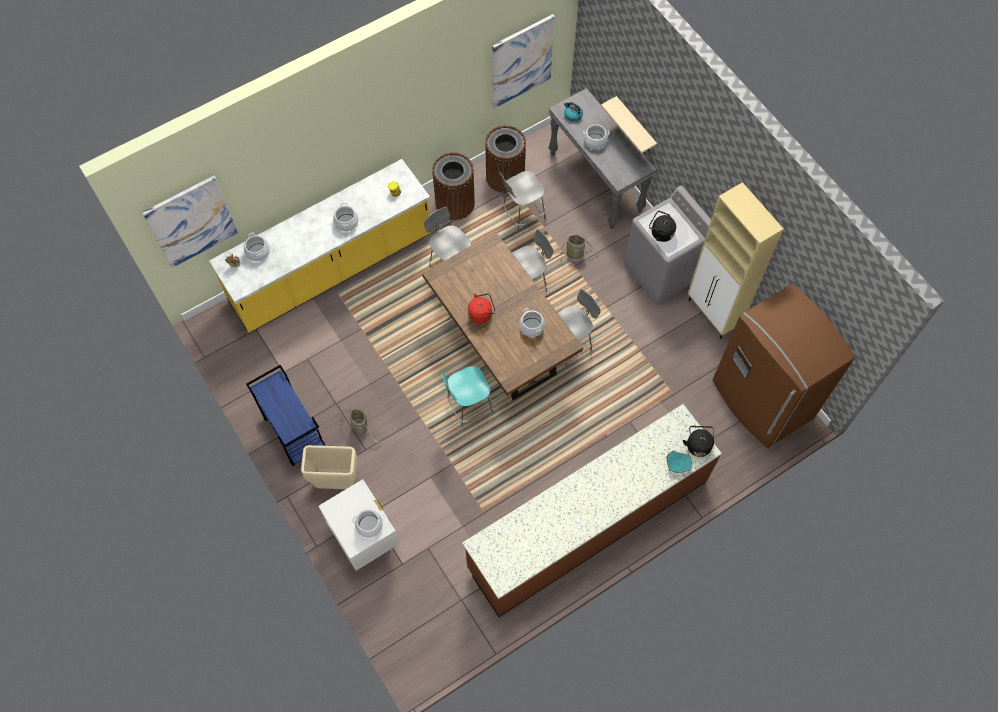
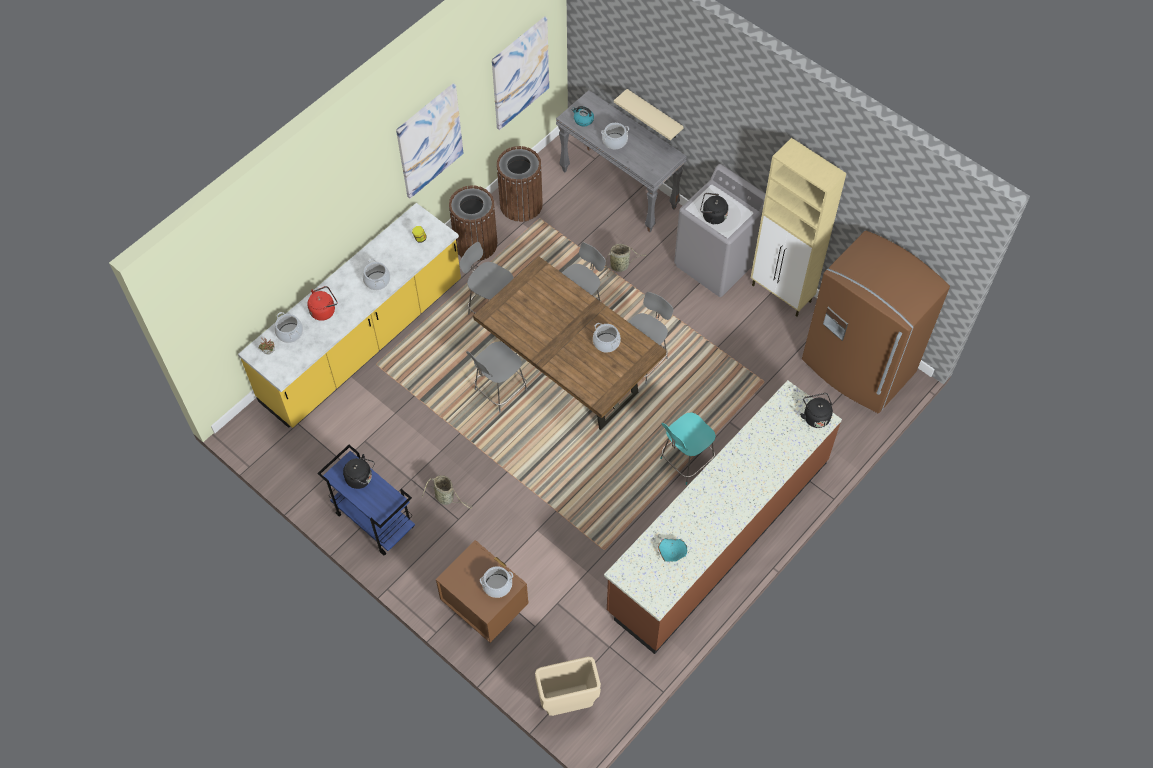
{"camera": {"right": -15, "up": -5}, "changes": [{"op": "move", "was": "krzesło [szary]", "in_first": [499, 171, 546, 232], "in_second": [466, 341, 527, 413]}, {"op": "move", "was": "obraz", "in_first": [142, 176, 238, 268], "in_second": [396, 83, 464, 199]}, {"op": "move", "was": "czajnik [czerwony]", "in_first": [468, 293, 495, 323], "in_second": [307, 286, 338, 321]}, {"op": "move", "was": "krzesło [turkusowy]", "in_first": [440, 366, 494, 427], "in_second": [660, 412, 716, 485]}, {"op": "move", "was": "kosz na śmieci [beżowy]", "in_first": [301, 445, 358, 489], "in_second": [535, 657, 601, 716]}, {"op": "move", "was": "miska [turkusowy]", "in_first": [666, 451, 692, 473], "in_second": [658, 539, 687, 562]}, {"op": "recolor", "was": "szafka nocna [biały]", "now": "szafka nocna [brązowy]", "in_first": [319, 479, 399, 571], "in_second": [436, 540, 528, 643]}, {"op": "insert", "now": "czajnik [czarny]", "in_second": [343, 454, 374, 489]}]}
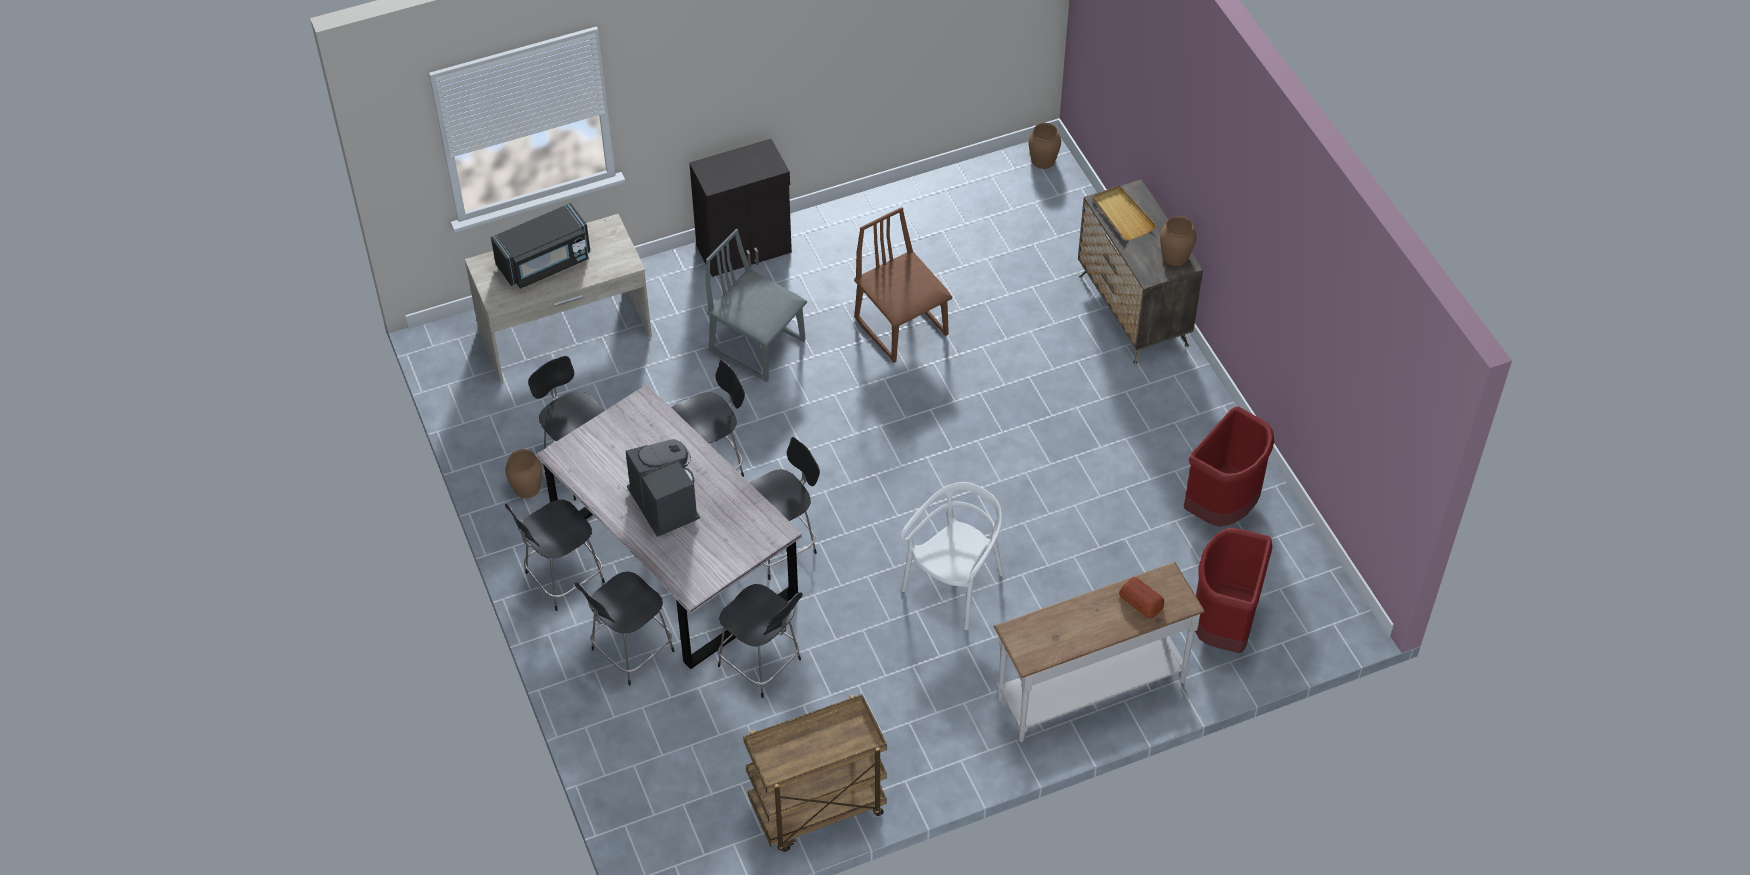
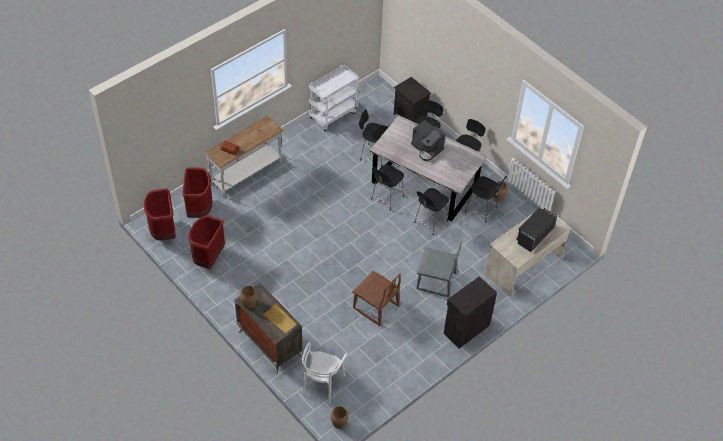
{"camera": {"right": 160, "up": 0}, "changes": [{"op": "move", "was": "krzesło [biały]", "in_first": [900, 482, 1004, 630], "in_second": [302, 342, 347, 404]}, {"op": "recolor", "was": "wózek [brązowy]", "now": "wózek [biały]", "in_first": [743, 694, 887, 852], "in_second": [309, 64, 359, 131]}, {"op": "insert", "now": "szafka nocna [czarny]", "in_second": [394, 77, 431, 122]}, {"op": "insert", "now": "kosz na śmieci [czerwony]", "in_second": [144, 188, 176, 241]}]}
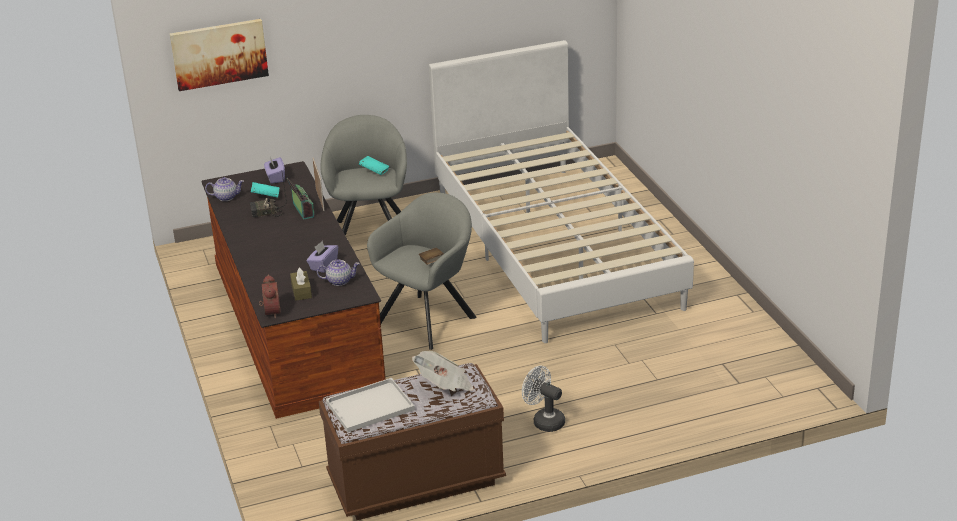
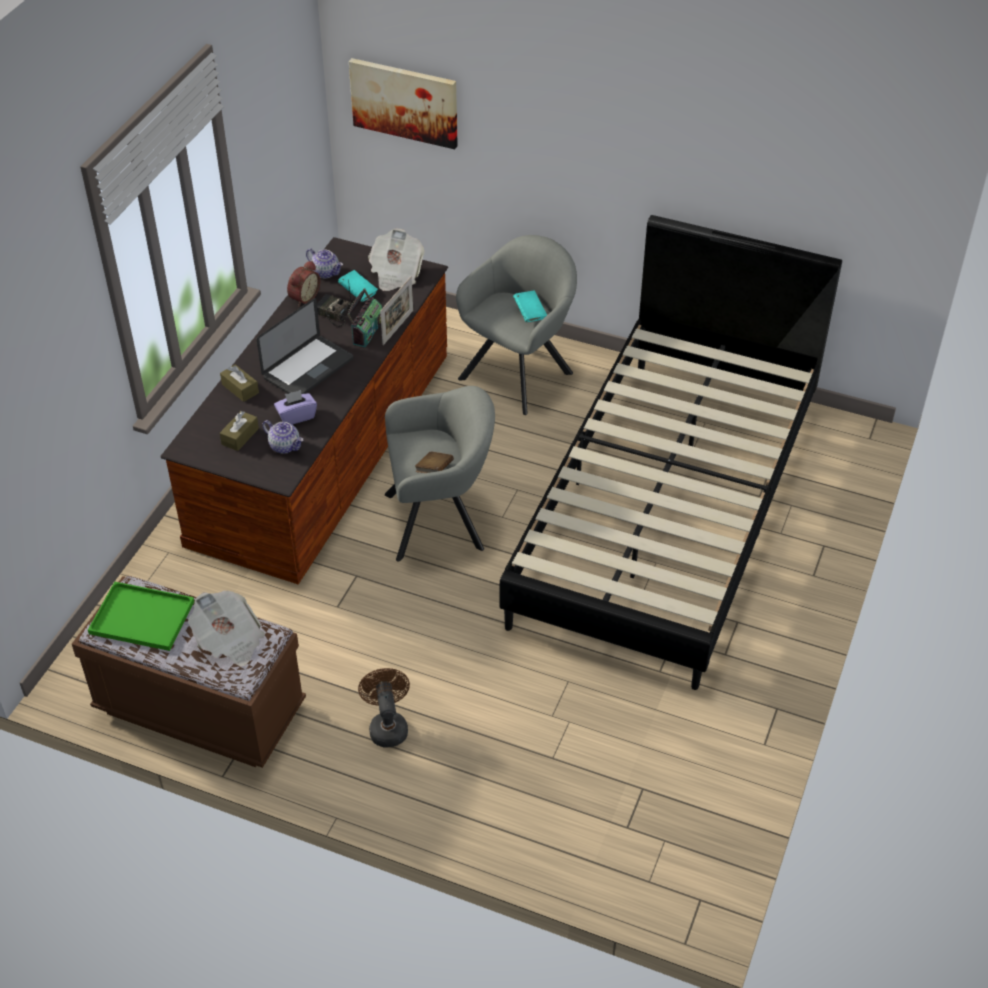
{"camera": {"right": 40, "up": 15}, "changes": [{"op": "recolor", "was": "łóżko [biały]", "now": "łóżko [czarny]", "in_first": [429, 40, 694, 343], "in_second": [500, 215, 842, 690]}, {"op": "replace", "was": "pudełko chusteczek [fioletowy]", "now": "gazeta", "in_first": [264, 157, 285, 184], "in_second": [368, 229, 425, 291]}, {"op": "move", "was": "budzik", "in_first": [259, 275, 281, 318], "in_second": [287, 261, 320, 306]}, {"op": "recolor", "was": "wentylator [biały]", "now": "wentylator [brązowy]", "in_first": [522, 366, 565, 432], "in_second": [358, 668, 410, 747]}, {"op": "recolor", "was": "taca [biały]", "now": "taca [zielony]", "in_first": [326, 378, 415, 432], "in_second": [88, 581, 194, 651]}, {"op": "insert", "now": "laptop", "in_second": [256, 298, 354, 394]}, {"op": "insert", "now": "pudełko chusteczek [brązowy]", "in_second": [220, 364, 259, 402]}]}
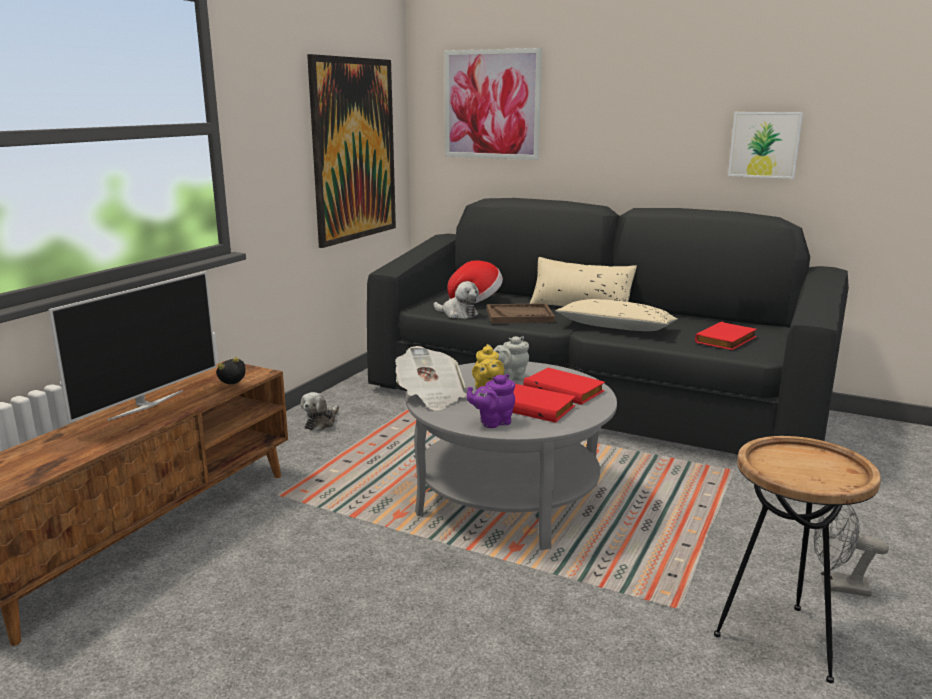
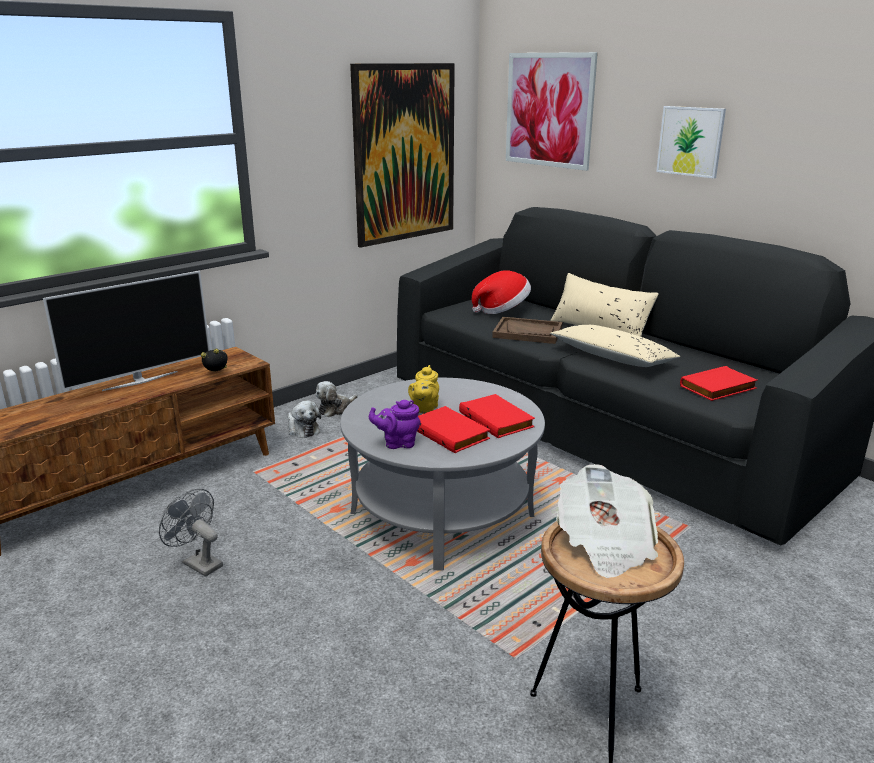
{"camera": {"right": 20, "up": 5}, "changes": [{"op": "move", "was": "obraz", "in_first": [728, 112, 803, 179], "in_second": [656, 106, 726, 178]}, {"op": "move", "was": "pluszak", "in_first": [434, 281, 479, 319], "in_second": [288, 400, 321, 438]}, {"op": "delete", "was": "imbryk [szary]", "in_first": [488, 336, 529, 381]}, {"op": "move", "was": "gazeta", "in_first": [395, 346, 467, 411], "in_second": [556, 464, 658, 578]}, {"op": "move", "was": "wentylator [szary]", "in_first": [814, 505, 889, 597], "in_second": [159, 489, 223, 577]}]}
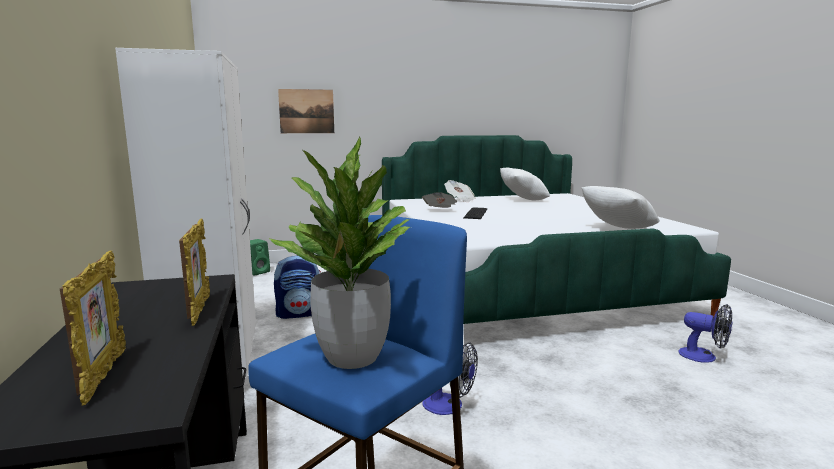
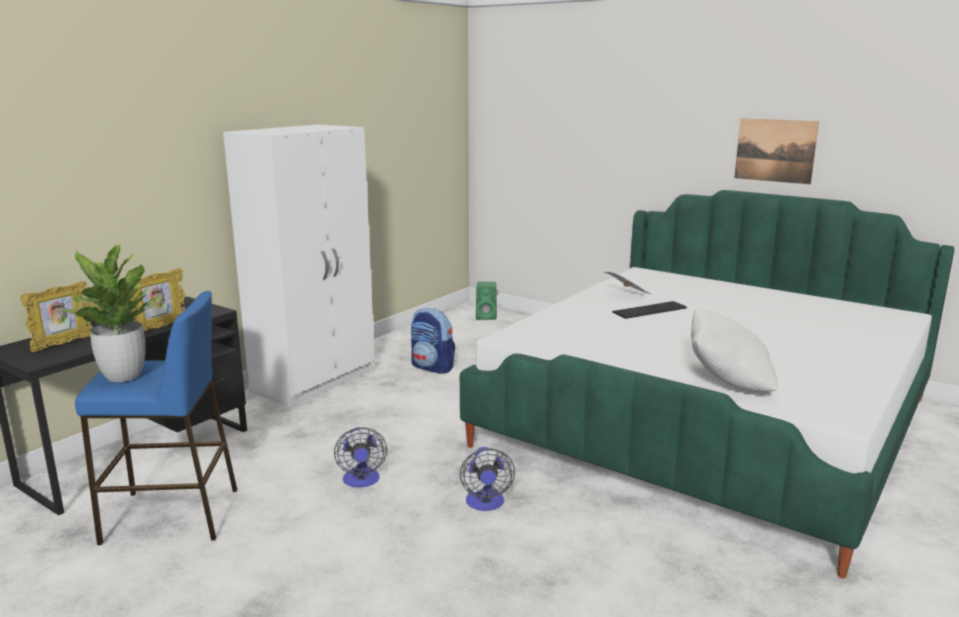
{"camera": {"right": 50, "up": 5}, "changes": [{"op": "move", "was": "obraz", "in_first": [278, 89, 334, 133], "in_second": [734, 118, 819, 184]}, {"op": "delete", "was": "poduszka [biały]", "in_first": [500, 168, 550, 200]}, {"op": "delete", "was": "gazeta", "in_first": [444, 180, 476, 202]}, {"op": "move", "was": "wentylator", "in_first": [678, 304, 732, 363], "in_second": [460, 447, 515, 511]}]}
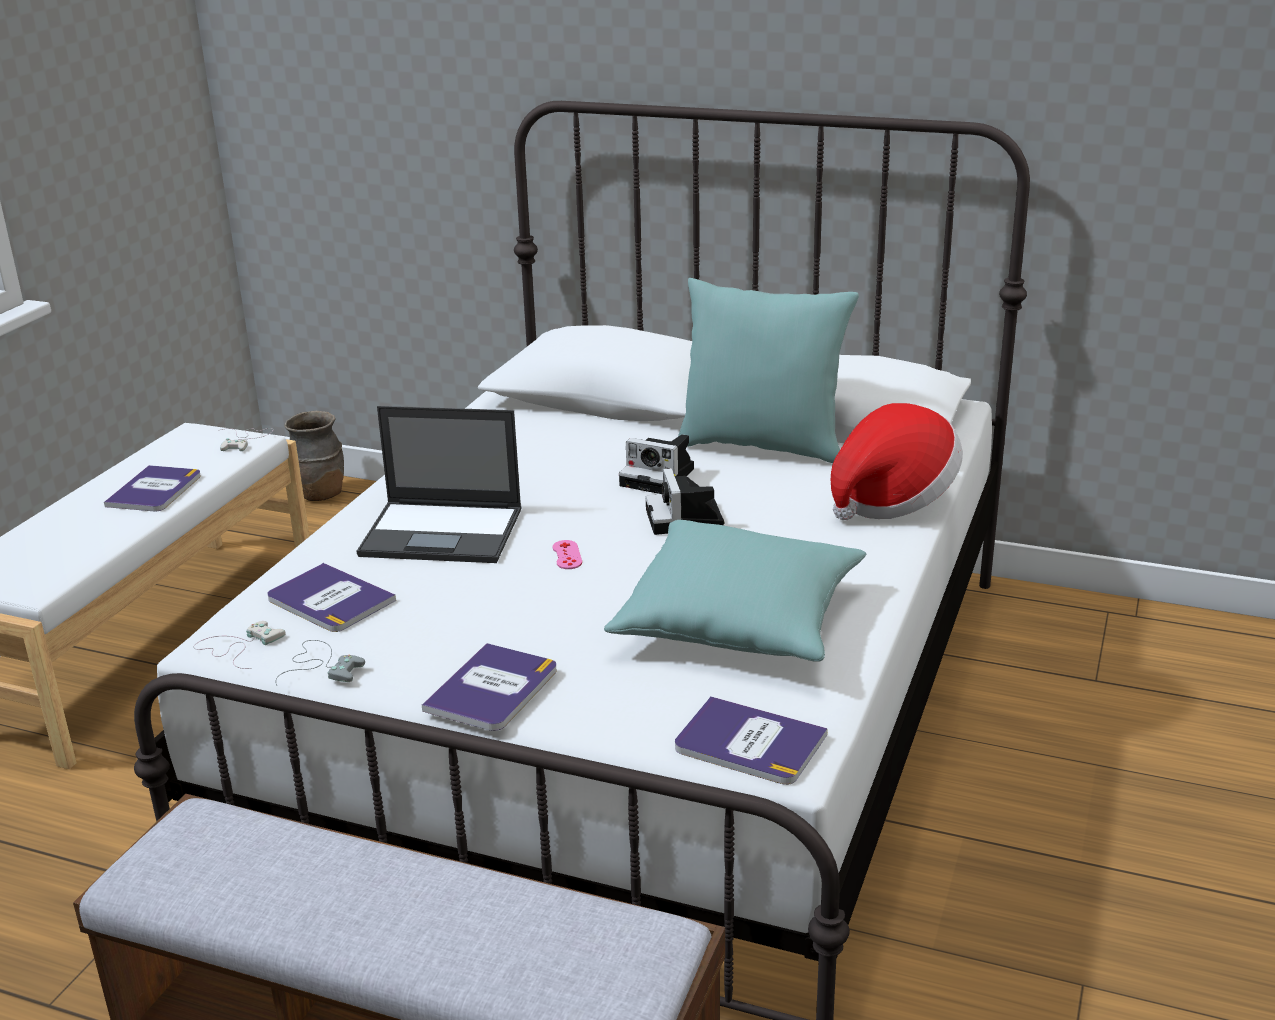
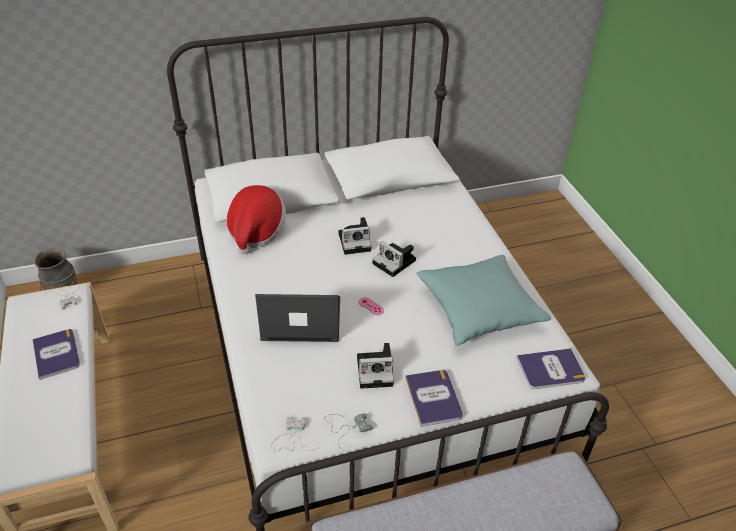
{"camera": {"right": -40, "up": 15}, "changes": [{"op": "delete", "was": "poduszka [turkusowy]", "in_first": [678, 278, 859, 463]}, {"op": "move", "was": "kapelusz", "in_first": [831, 403, 963, 520], "in_second": [226, 185, 286, 254]}, {"op": "rotate", "was": "laptop", "in_first": [356, 406, 522, 563], "in_second": [255, 294, 340, 342], "clockwise": -150}, {"op": "delete", "was": "książka", "in_first": [267, 563, 396, 632]}, {"op": "insert", "now": "aparat fotograficzny", "in_second": [357, 343, 394, 389]}]}
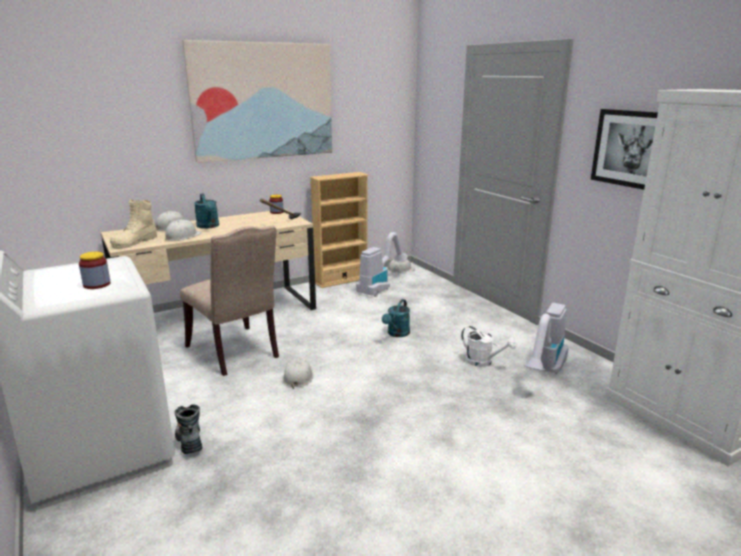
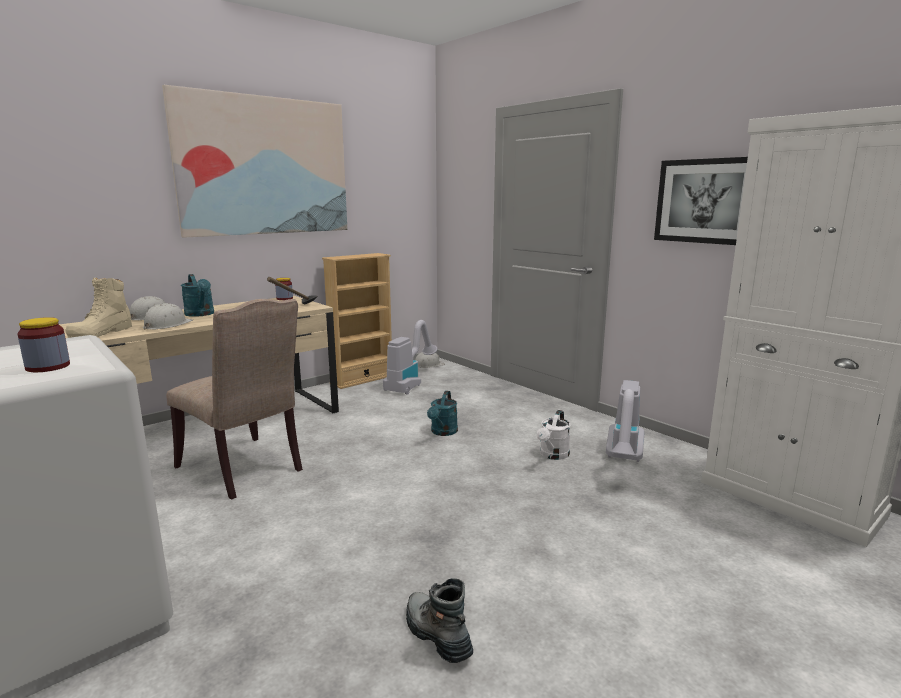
{"camera": {"right": -10, "up": -5}, "changes": [{"op": "rotate", "was": "konewka [biały]", "in_first": [461, 326, 517, 367], "in_second": [536, 410, 571, 460], "clockwise": 90}, {"op": "delete", "was": "kask [biały]", "in_first": [283, 358, 313, 389]}, {"op": "move", "was": "but z cholewką", "in_first": [175, 404, 202, 454], "in_second": [406, 578, 473, 663]}]}
